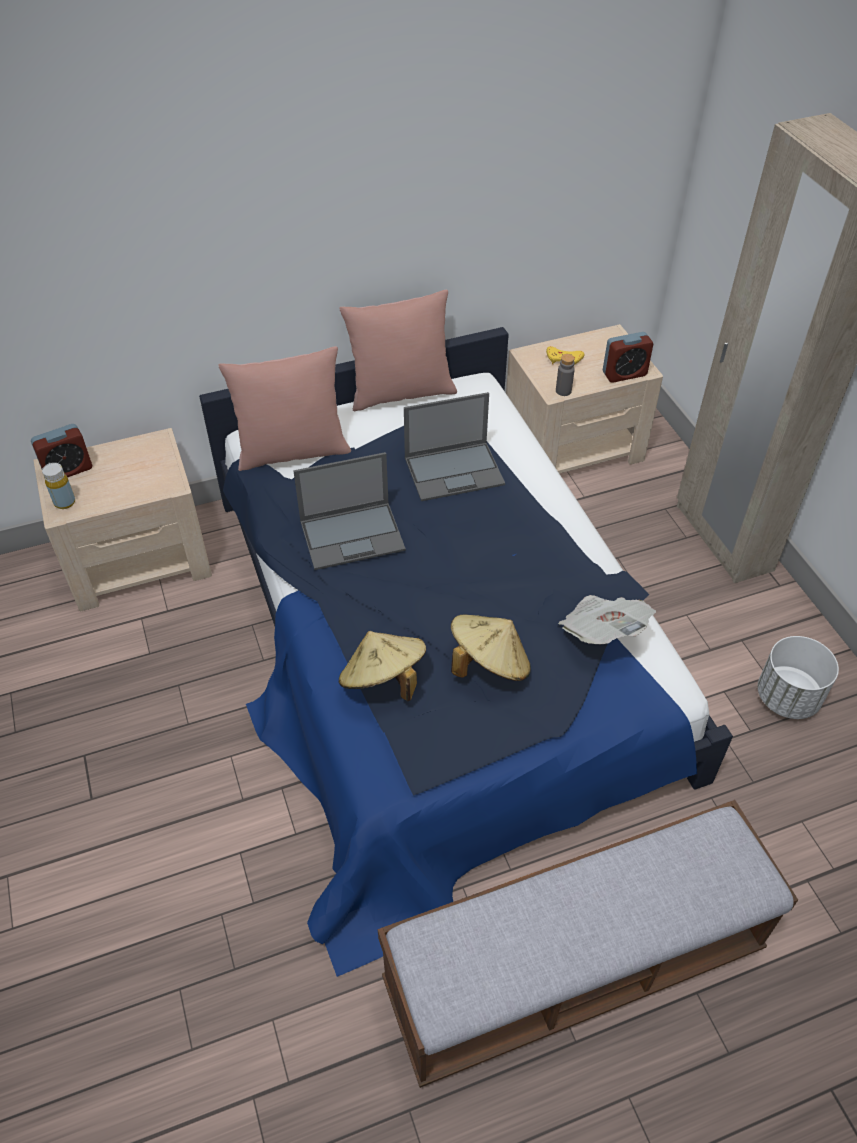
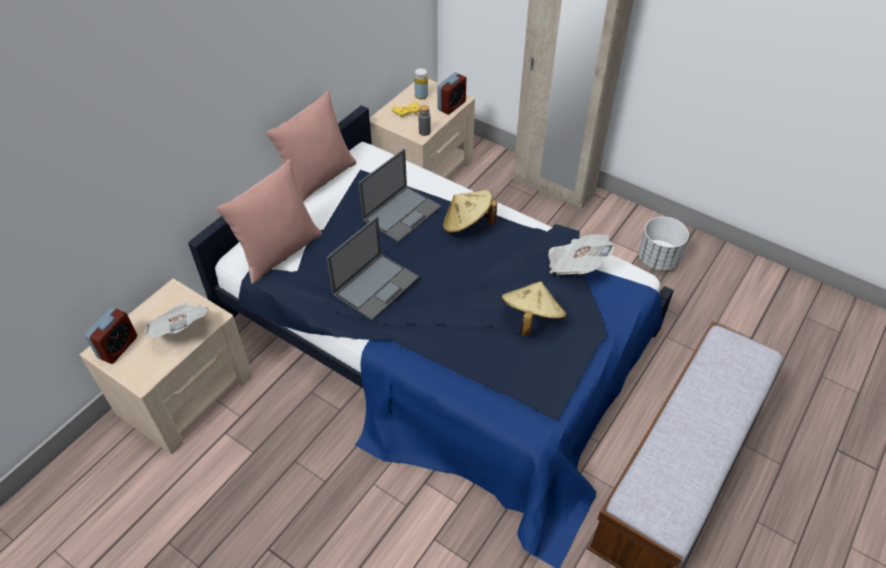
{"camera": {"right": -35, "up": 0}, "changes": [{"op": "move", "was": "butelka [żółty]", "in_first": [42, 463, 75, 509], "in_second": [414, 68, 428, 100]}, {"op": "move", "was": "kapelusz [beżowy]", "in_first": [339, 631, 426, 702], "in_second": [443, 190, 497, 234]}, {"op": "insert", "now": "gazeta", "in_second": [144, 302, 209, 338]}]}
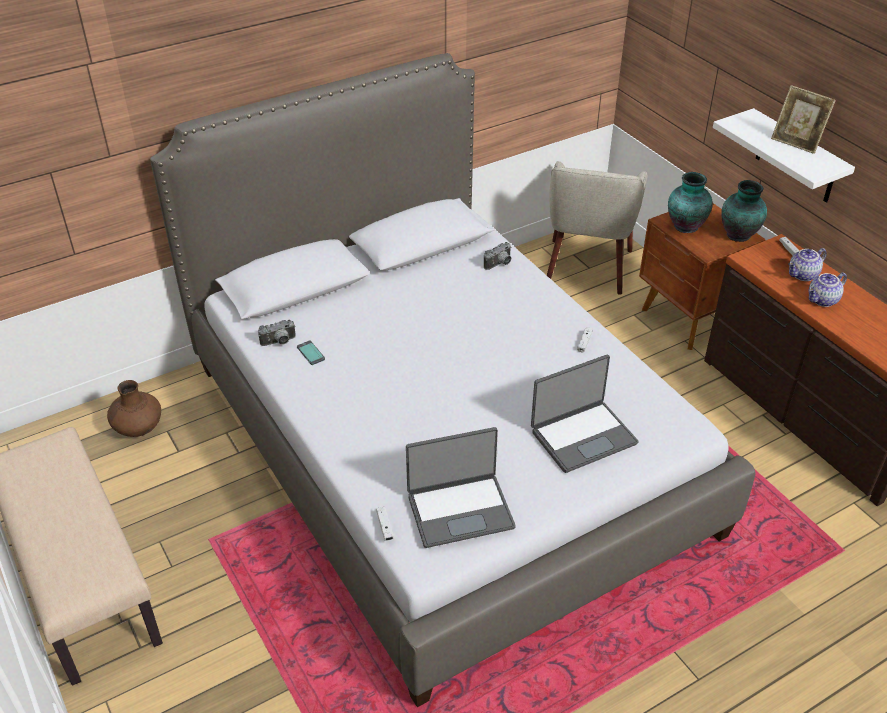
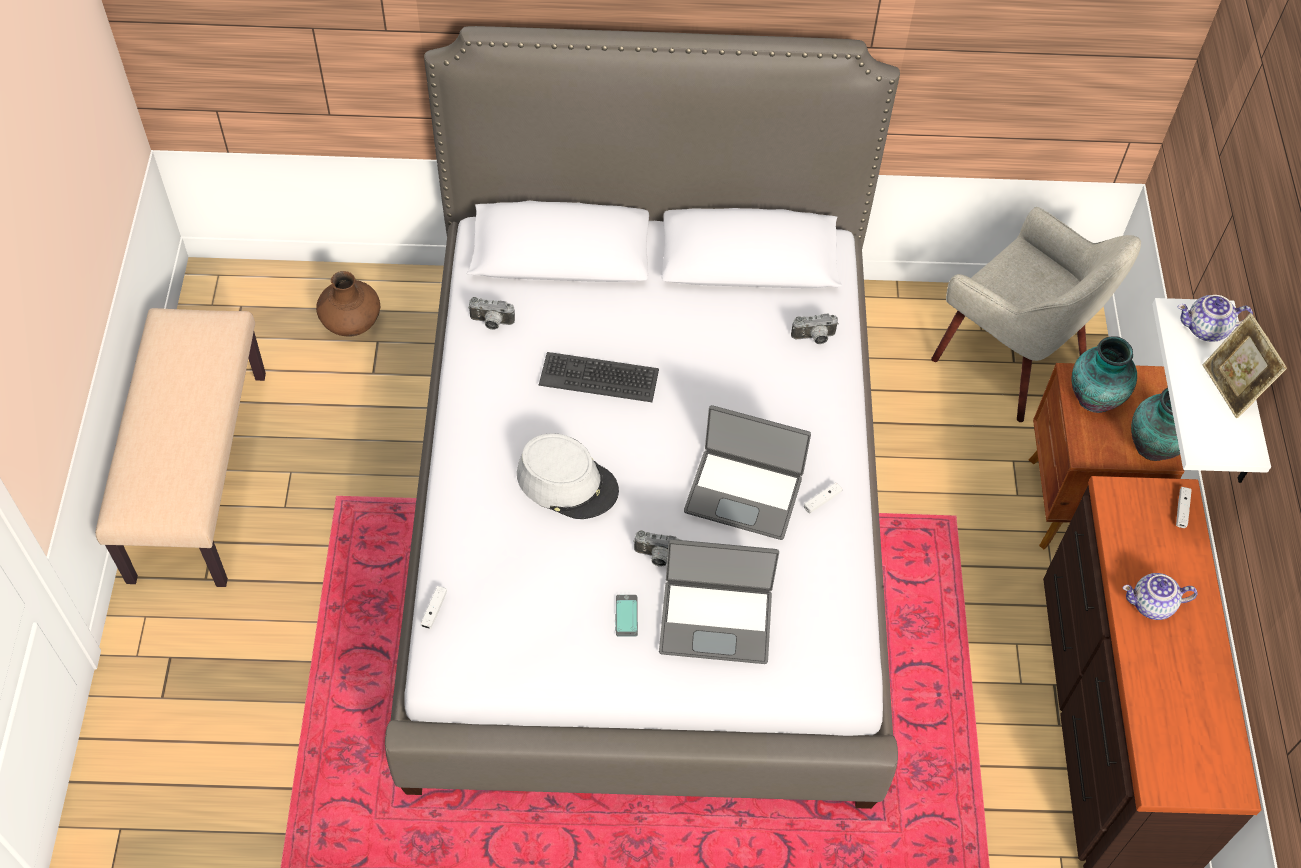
{"camera": {"right": 30, "up": 15}, "changes": [{"op": "rotate", "was": "fotel [beżowy]", "in_first": [547, 161, 648, 295], "in_second": [931, 207, 1141, 422], "clockwise": -90}, {"op": "move", "was": "imbryk", "in_first": [788, 248, 827, 281], "in_second": [1177, 295, 1253, 342]}, {"op": "move", "was": "telefon", "in_first": [297, 341, 325, 365], "in_second": [615, 595, 638, 636]}, {"op": "move", "was": "laptop", "in_first": [406, 427, 516, 548], "in_second": [684, 405, 811, 540]}, {"op": "insert", "now": "klawiatura", "in_second": [539, 352, 659, 402]}, {"op": "insert", "now": "kapelusz [szary]", "in_second": [517, 433, 619, 519]}, {"op": "insert", "now": "aparat fotograficzny", "in_second": [633, 530, 681, 567]}]}
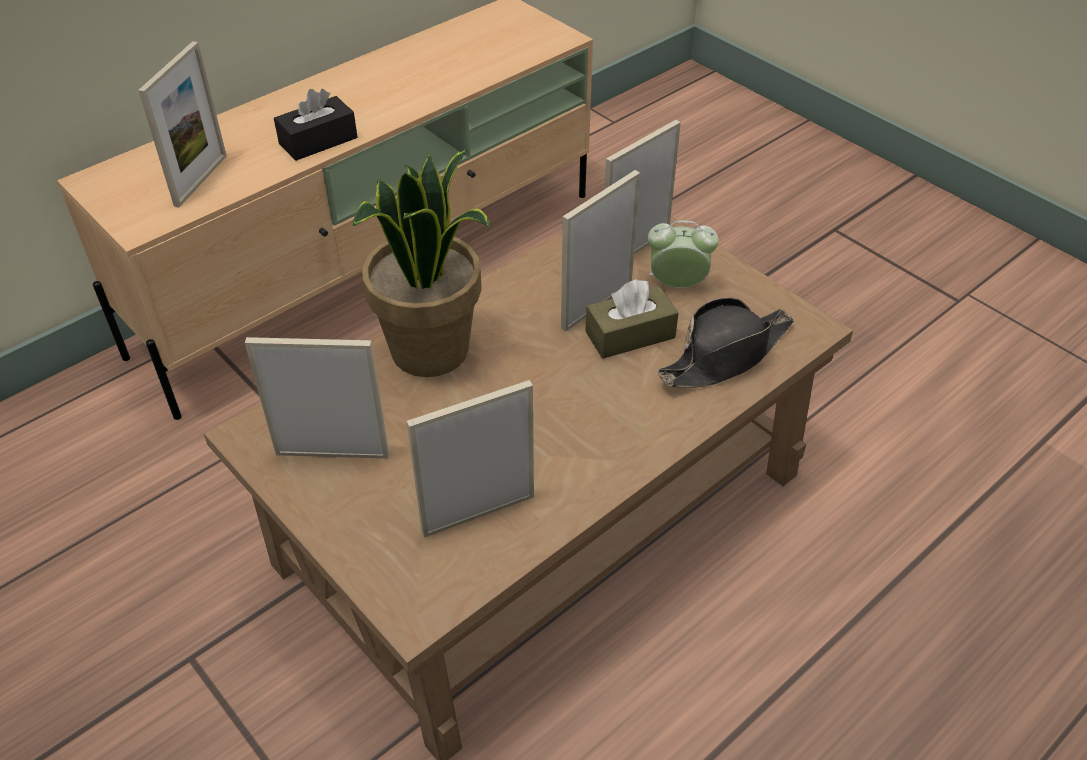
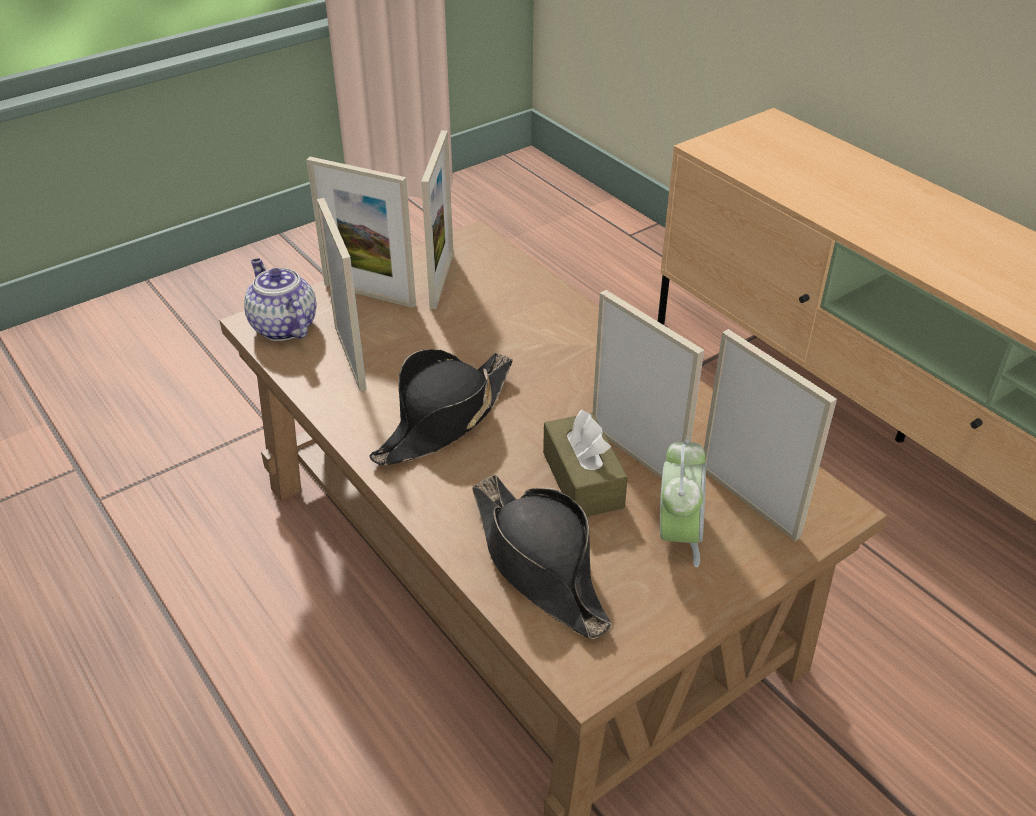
{"camera": {"right": 95, "up": -5}, "changes": [{"op": "move", "was": "ramka na zdjęcie", "in_first": [138, 41, 227, 207], "in_second": [306, 157, 416, 308]}, {"op": "delete", "was": "pudełko chusteczek [czarny]", "in_first": [274, 89, 357, 161]}, {"op": "delete", "was": "roślina doniczkowa", "in_first": [352, 149, 490, 377]}, {"op": "insert", "now": "imbryk", "in_second": [244, 258, 317, 341]}, {"op": "insert", "now": "kapelusz [czarny]", "in_second": [369, 349, 513, 466]}]}
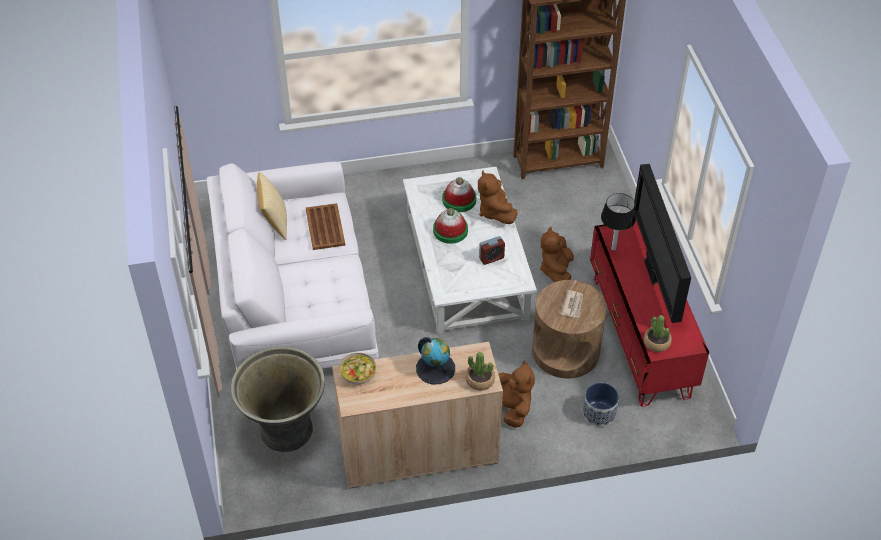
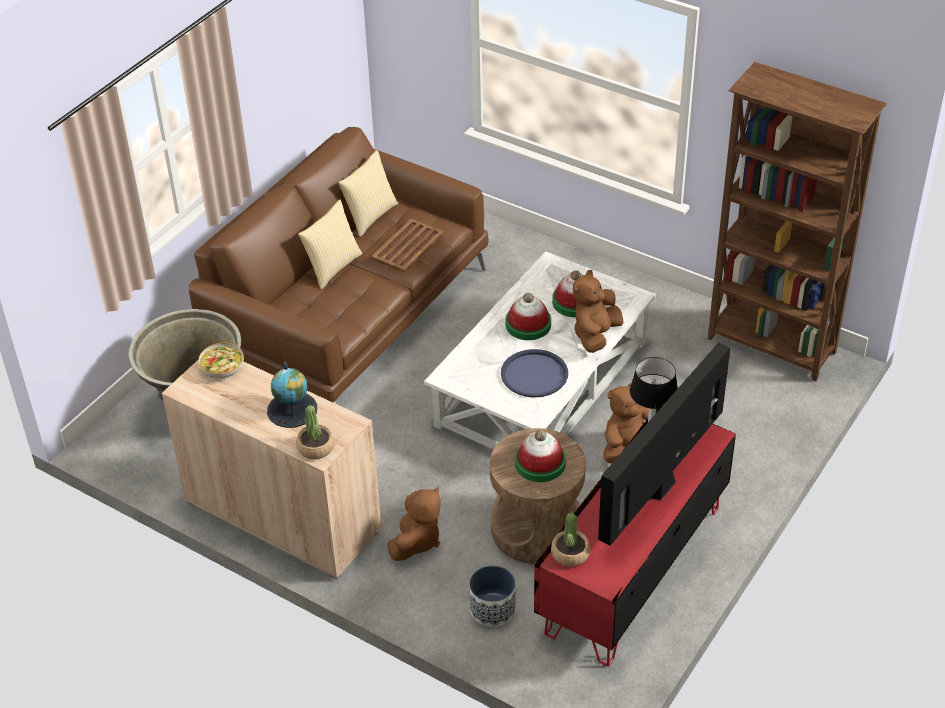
{"camera": {"right": 45, "up": -5}, "changes": [{"op": "recolor", "was": "kanapa [biały]", "now": "kanapa [brązowy]", "in_first": [207, 162, 379, 370], "in_second": [189, 127, 489, 404]}, {"op": "replace", "was": "budzik", "now": "taca [niebieski]", "in_first": [479, 236, 505, 265], "in_second": [501, 349, 568, 397]}, {"op": "replace", "was": "gazeta", "now": "kapelusz", "in_first": [561, 290, 583, 318], "in_second": [515, 430, 566, 482]}, {"op": "insert", "now": "poduszka", "in_second": [298, 199, 362, 289]}]}
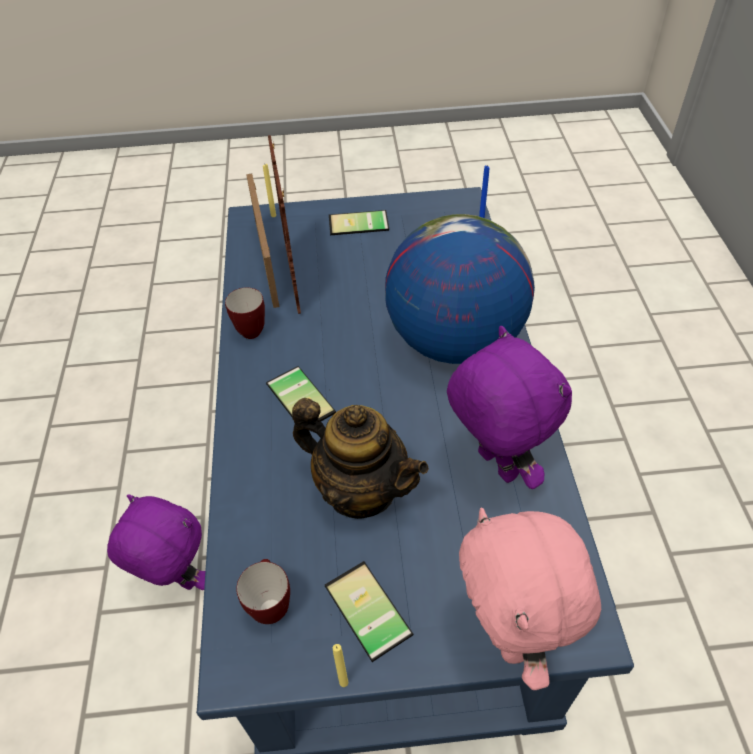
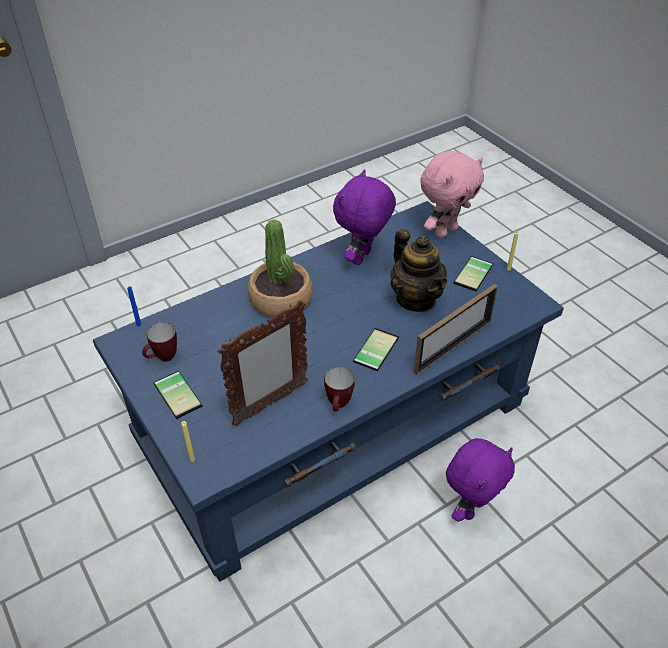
{"camera": {"right": -120, "up": -5}, "changes": [{"op": "move", "was": "ramka na zdjęcie", "in_first": [246, 173, 280, 308], "in_second": [414, 284, 498, 375]}, {"op": "replace", "was": "globus", "now": "roślina doniczkowa", "in_first": [385, 214, 535, 364], "in_second": [248, 219, 313, 318]}, {"op": "rotate", "was": "imbryk", "in_first": [292, 398, 429, 519], "in_second": [390, 229, 447, 312], "clockwise": 150}, {"op": "rotate", "was": "pluszak [fioletowy]", "in_first": [107, 494, 205, 590], "in_second": [446, 438, 515, 522], "clockwise": -135}, {"op": "move", "was": "kubek", "in_first": [236, 559, 290, 624], "in_second": [142, 322, 177, 361]}]}
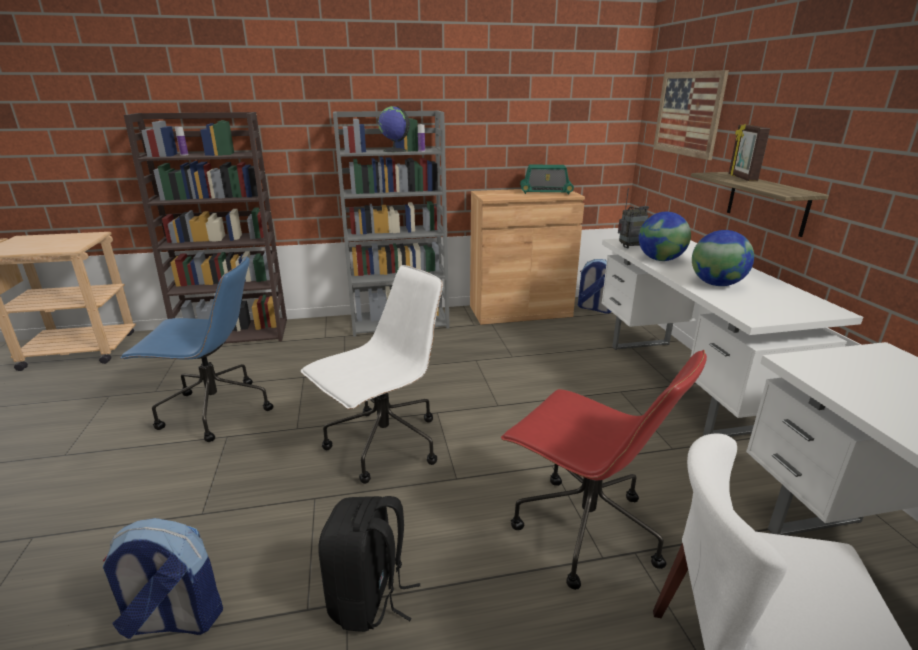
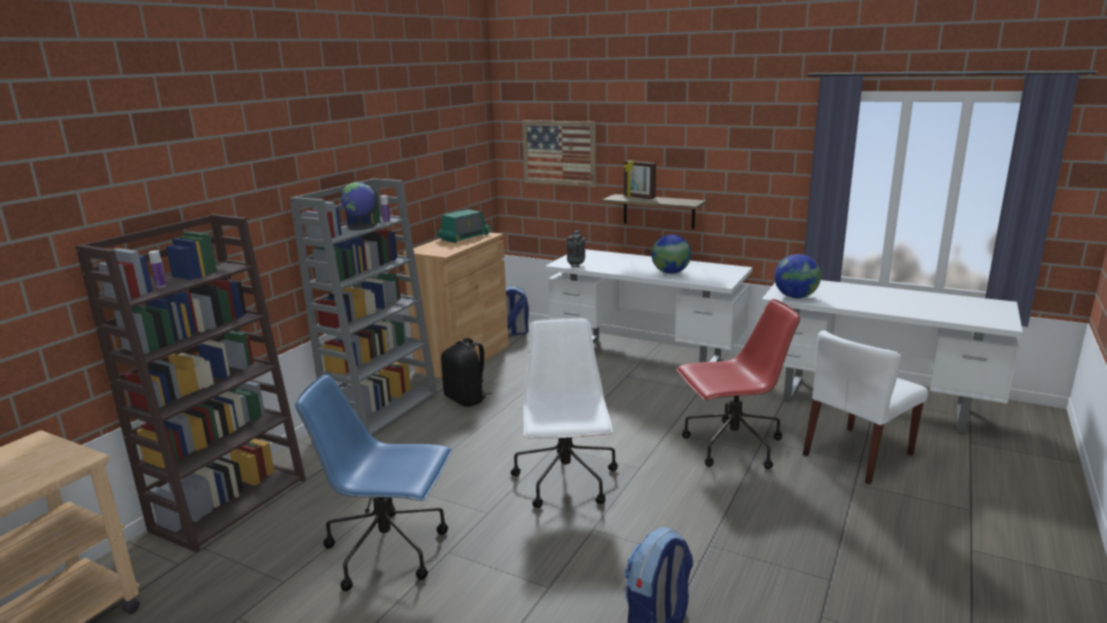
{"camera": {"right": -50, "up": -5}, "changes": [{"op": "move", "was": "globus", "in_first": [639, 212, 691, 261], "in_second": [774, 254, 821, 298]}, {"op": "rotate", "was": "krzesło biurowe [niebieski]", "in_first": [120, 256, 273, 442], "in_second": [295, 374, 452, 591], "clockwise": -120}, {"op": "move", "was": "plecak [czarny]", "in_first": [319, 496, 420, 632], "in_second": [441, 338, 492, 407]}]}
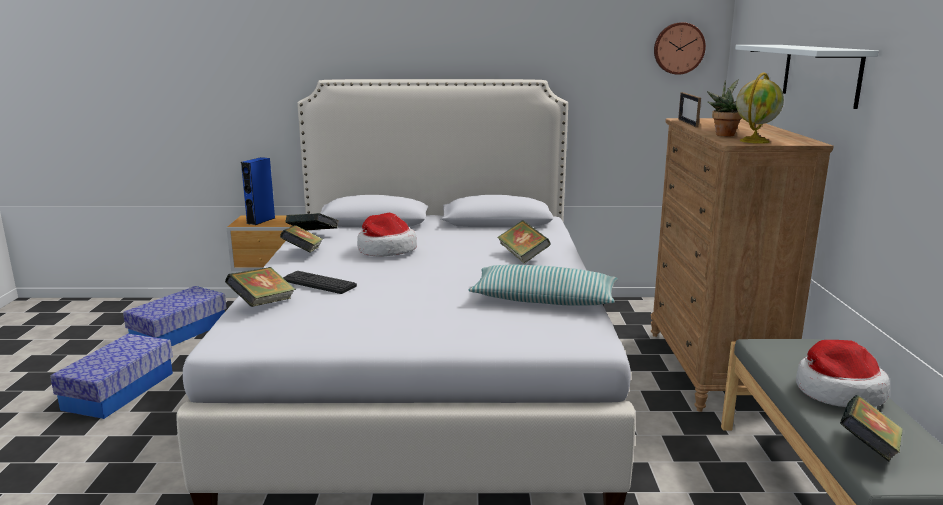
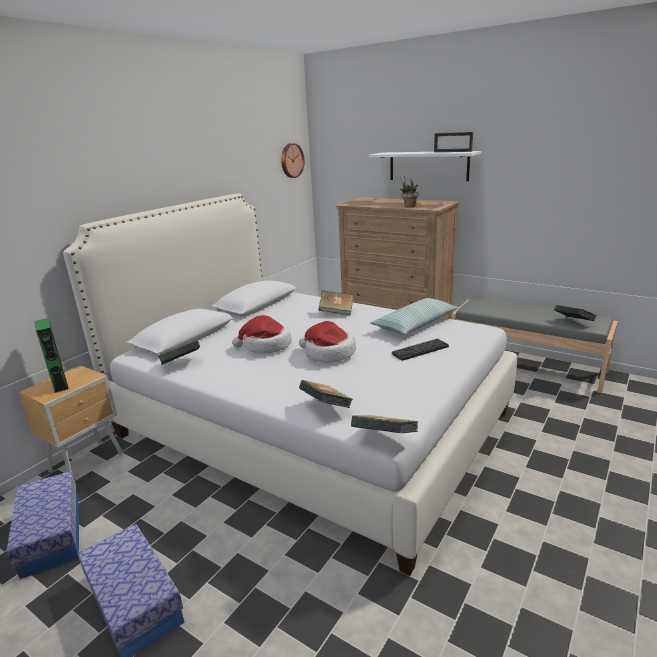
{"camera": {"right": -55, "up": 5}, "changes": [{"op": "delete", "was": "globus", "in_first": [736, 72, 784, 144]}, {"op": "move", "was": "ramka na zdjęcie", "in_first": [678, 92, 701, 128], "in_second": [434, 132, 473, 152]}, {"op": "recolor", "was": "głośnik [niebieski]", "now": "głośnik [zielony]", "in_first": [241, 157, 275, 225], "in_second": [34, 318, 69, 393]}, {"op": "move", "was": "książka", "in_first": [280, 225, 323, 253], "in_second": [351, 415, 418, 433]}, {"op": "move", "was": "klawiatura", "in_first": [283, 271, 357, 294], "in_second": [392, 338, 449, 361]}, {"op": "move", "was": "kapelusz", "in_first": [796, 340, 890, 407], "in_second": [299, 321, 356, 363]}]}
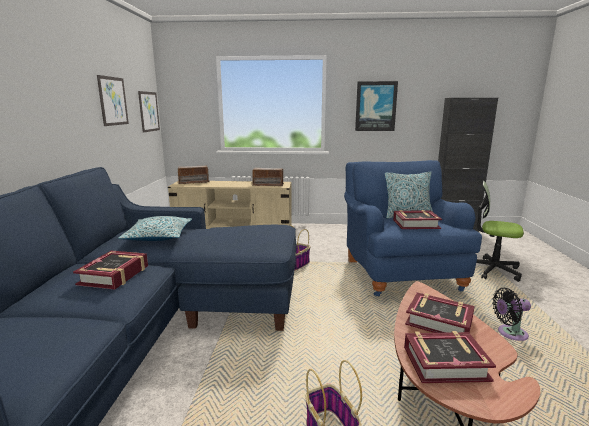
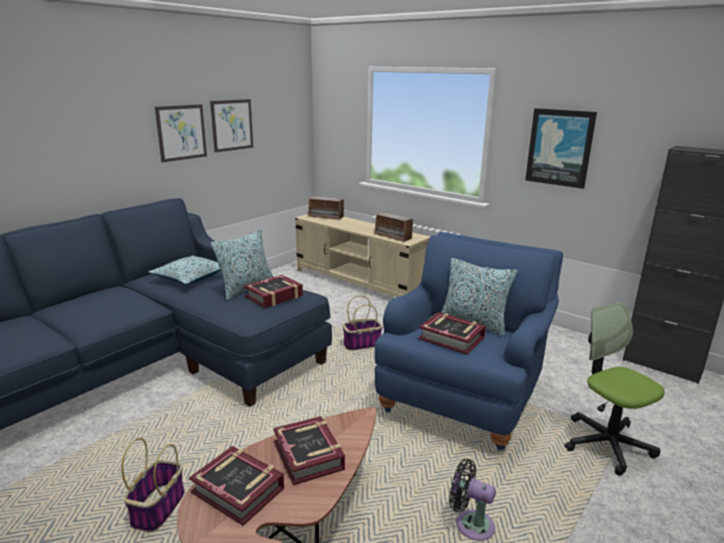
{"camera": {"right": 35, "up": 5}, "changes": [{"op": "move", "was": "obraz", "in_first": [138, 91, 160, 133], "in_second": [155, 104, 207, 162]}, {"op": "move", "was": "książka", "in_first": [73, 251, 148, 289], "in_second": [244, 275, 303, 308]}, {"op": "insert", "now": "poduszka", "in_second": [210, 229, 273, 300]}]}
